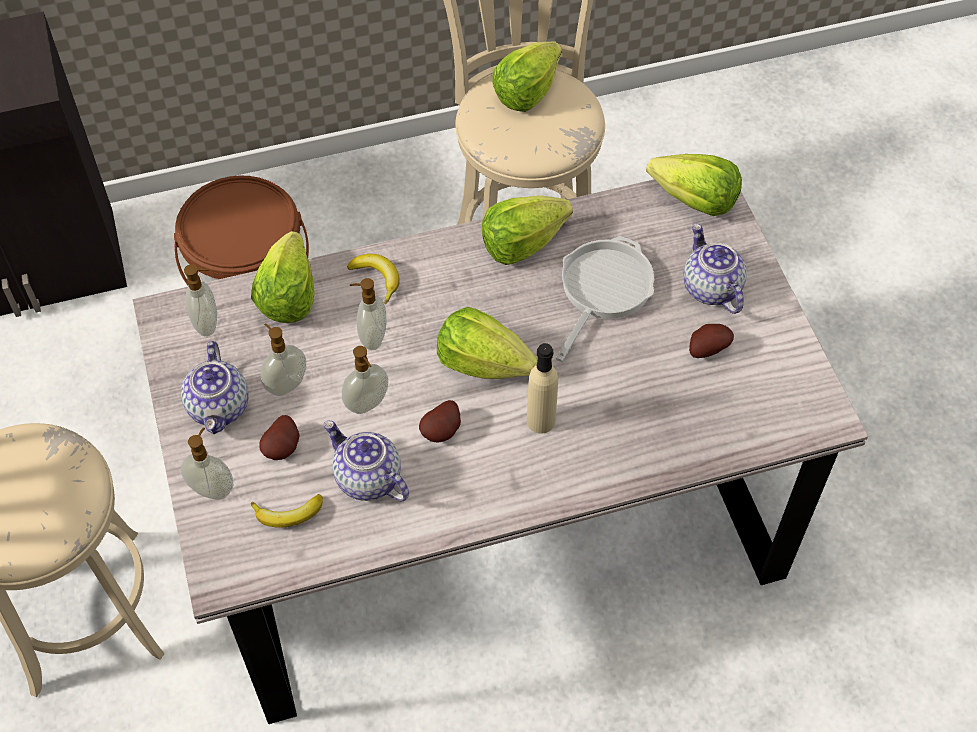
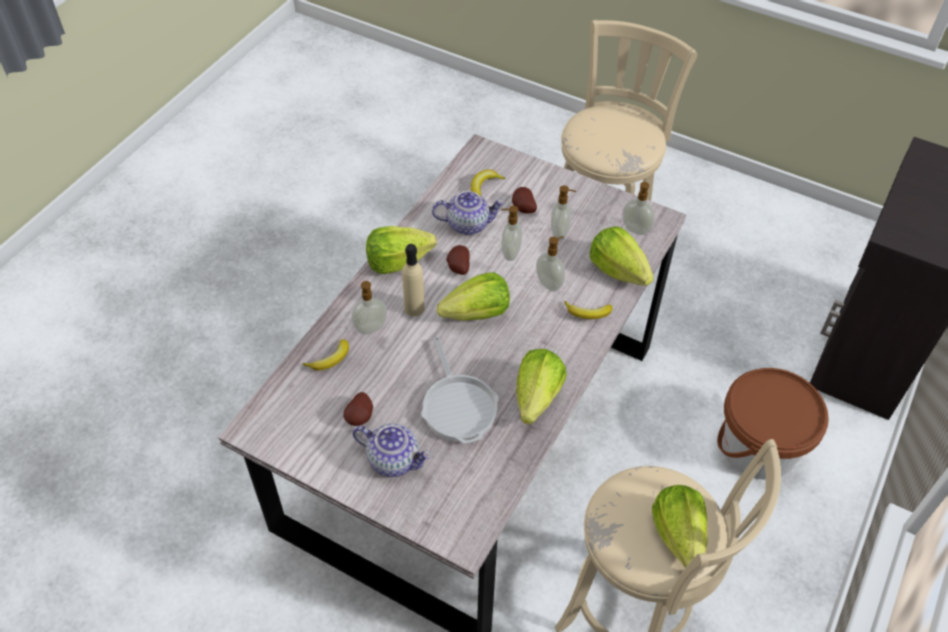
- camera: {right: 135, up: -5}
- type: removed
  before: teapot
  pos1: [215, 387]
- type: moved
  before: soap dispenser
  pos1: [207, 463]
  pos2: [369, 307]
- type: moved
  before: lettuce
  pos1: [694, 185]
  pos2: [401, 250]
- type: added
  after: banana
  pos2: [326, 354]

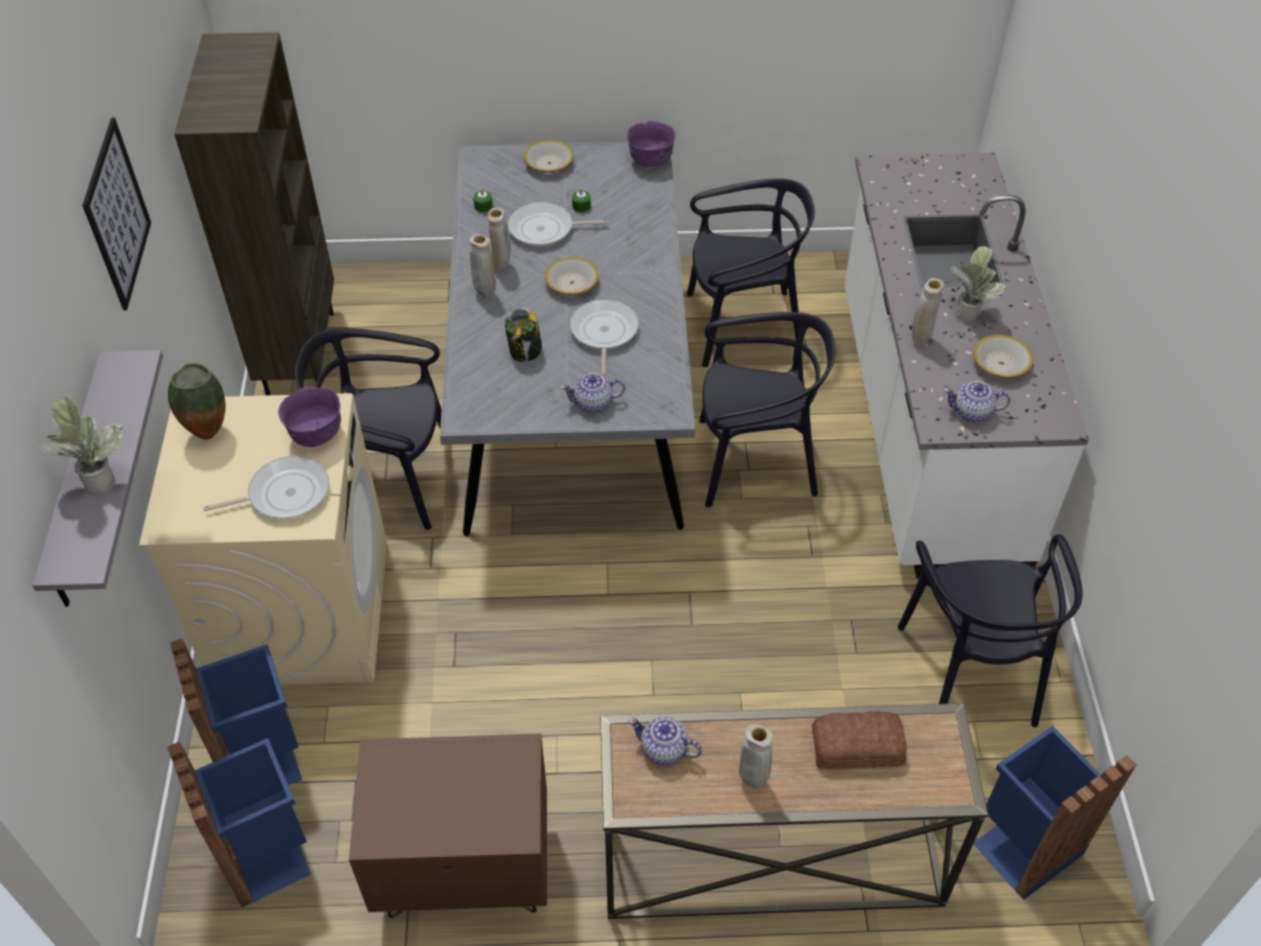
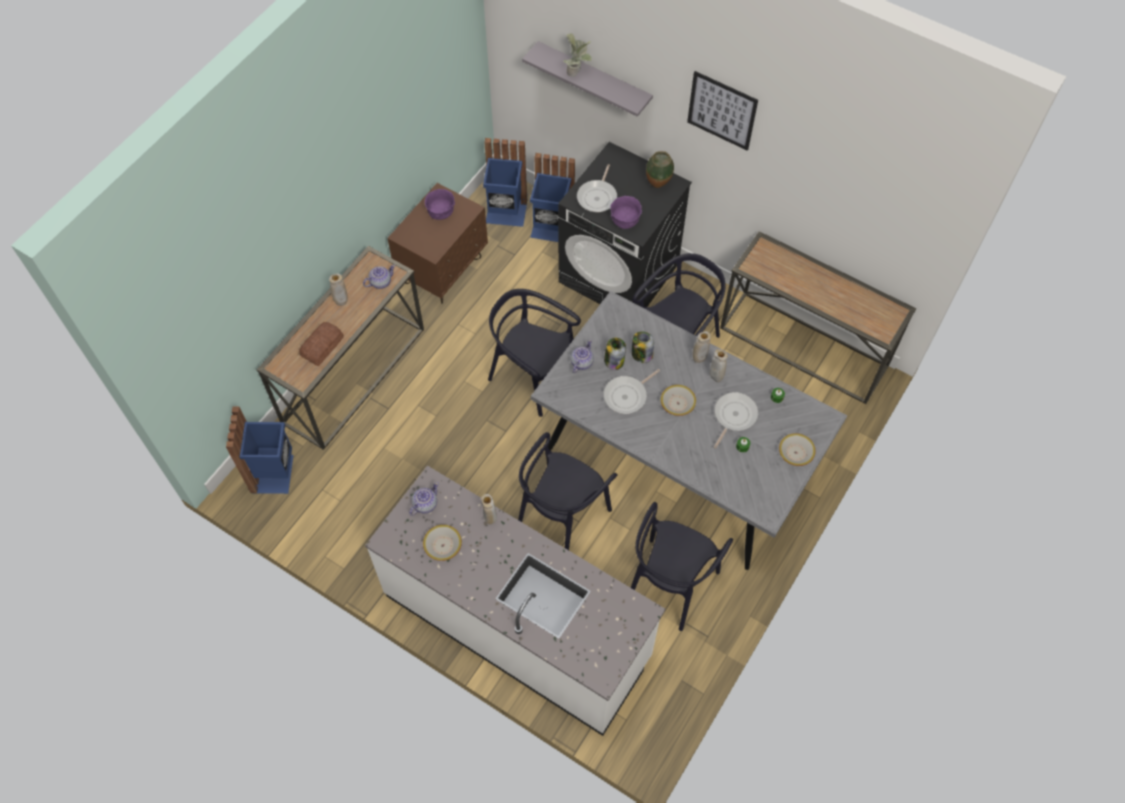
- camera: {right: 125, up: 10}
- type: recoloured
  before: beige washing machine
  after: black washing machine
  pos1: [263, 539]
  pos2: [625, 224]
- type: replaced
  before: brown bookcase
  after: console table
  pos1: [254, 214]
  pos2: [818, 317]
- type: turned
  before: frying pan
  pos1: [604, 338]
  pos2: [631, 391]
  turn: 105
- type: moved
  before: purple bowl
  pos1: [651, 144]
  pos2: [440, 204]
- type: moved
  before: black chair
  pos1: [990, 630]
  pos2: [534, 353]
- type: removed
  before: potted plant
  pos1: [978, 284]
- type: added
  after: jar
  pos2: [615, 354]

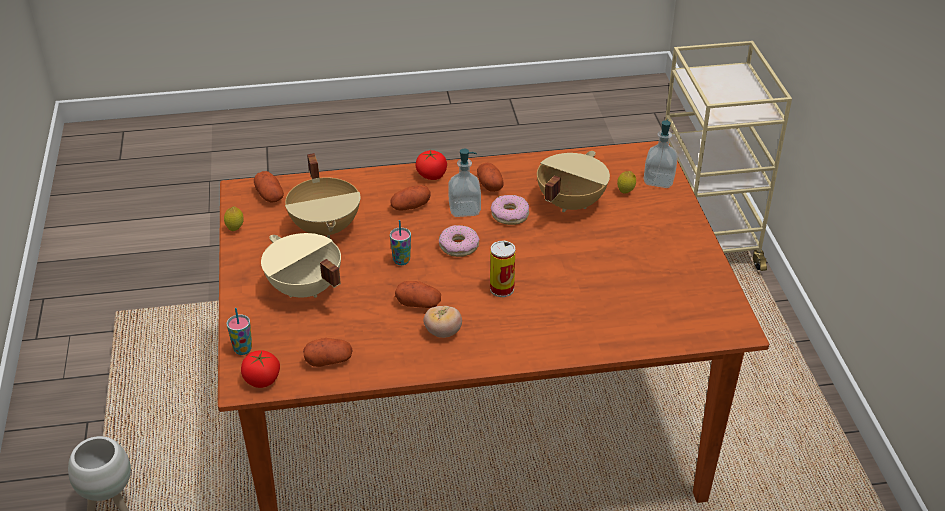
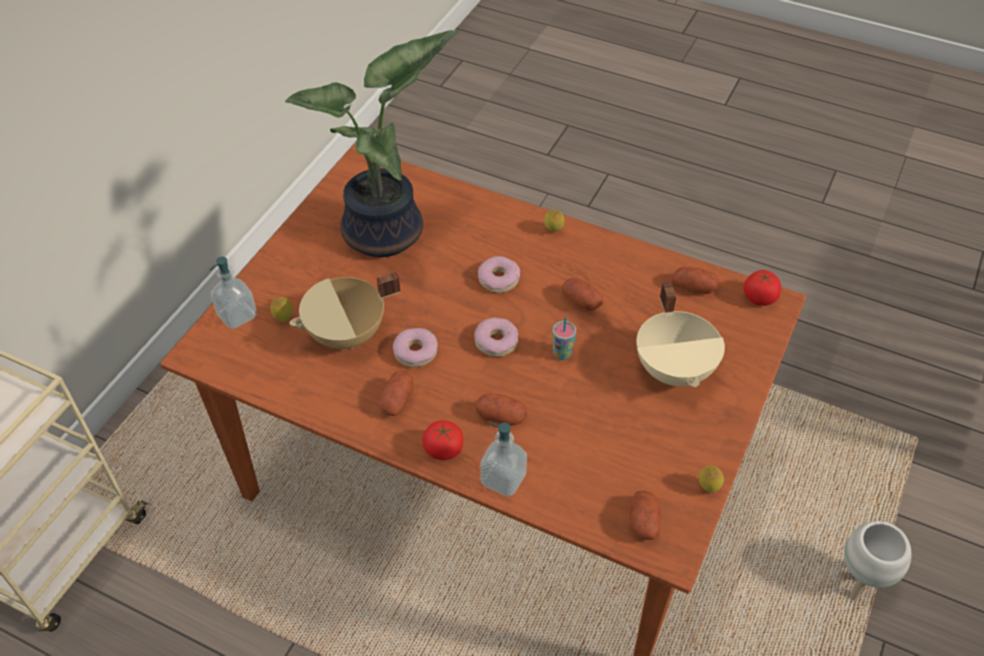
- camera: {right: -145, up: 10}
- type: removed
  before: cup
  pos1: [239, 331]
- type: removed
  before: beige cooking pot
  pos1: [323, 195]
- type: removed
  before: tomato
  pos1: [442, 322]
- type: moved
  before: soap dispenser
  pos1: [464, 183]
  pos2: [503, 459]
- type: replaced
  before: can
  after: donut
  pos1: [502, 269]
  pos2: [499, 274]
- type: added
  after: potted plant
  pos2: [372, 143]
- type: added
  after: lemon
  pos2: [554, 221]

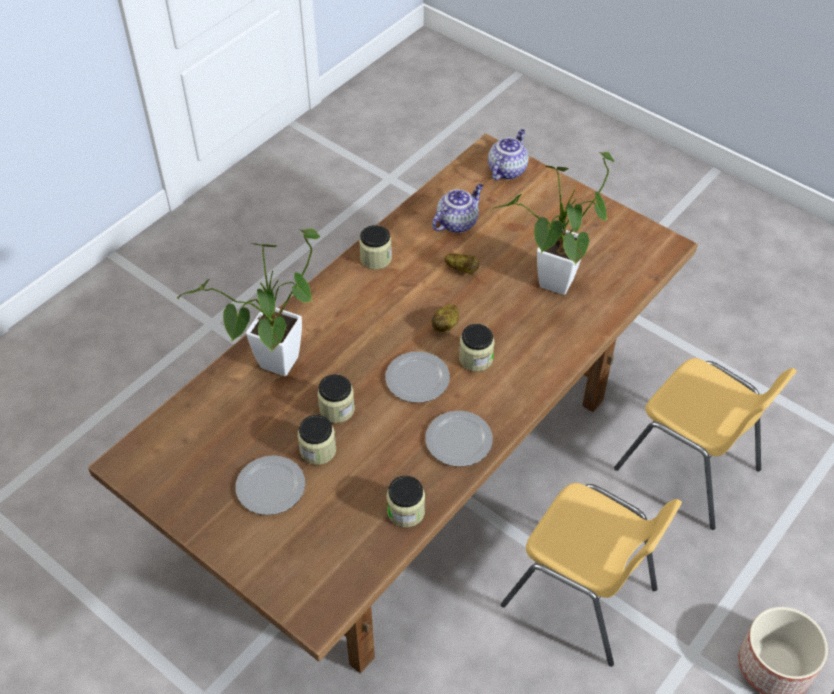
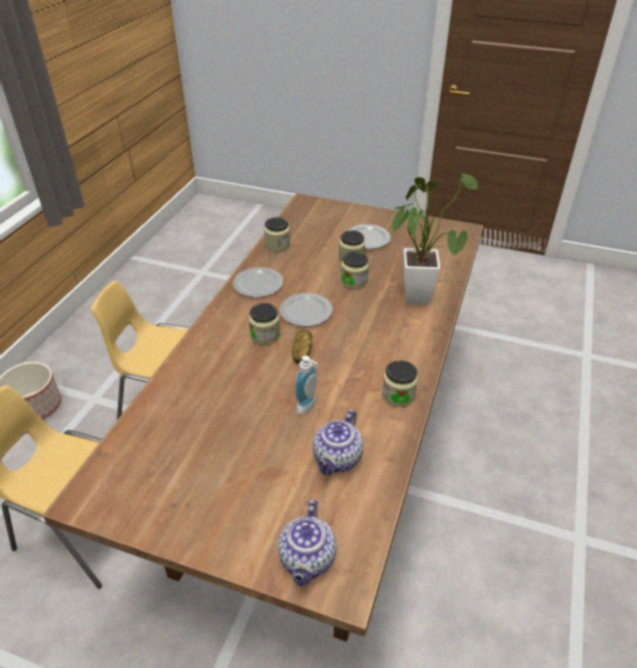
- camera: {right: 160, up: -10}
- type: replaced
  before: potato
  after: soap dispenser
  pos1: [462, 264]
  pos2: [306, 385]
- type: removed
  before: potted plant
  pos1: [551, 223]

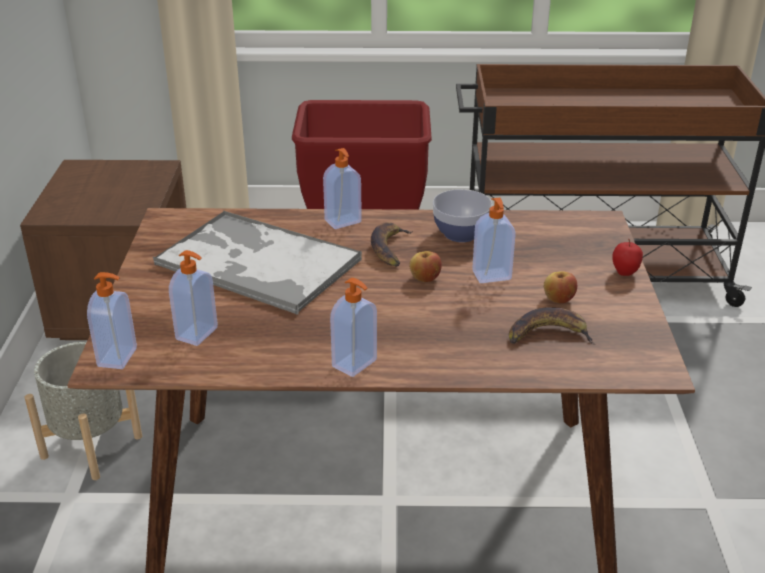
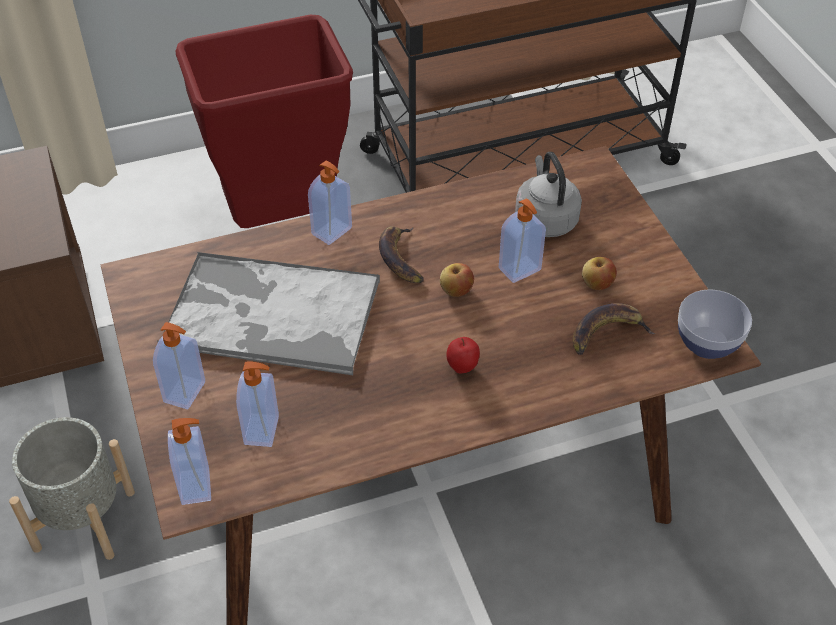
- camera: {right: -20, up: 15}
- type: moved
  before: soap dispenser
  pos1: [353, 327]
  pos2: [179, 366]
- type: moved
  before: bowl
  pos1: [462, 215]
  pos2: [715, 324]
- type: moved
  before: apple
  pos1: [627, 257]
  pos2: [463, 355]
- type: added
  after: grey kettle
  pos2: [548, 194]

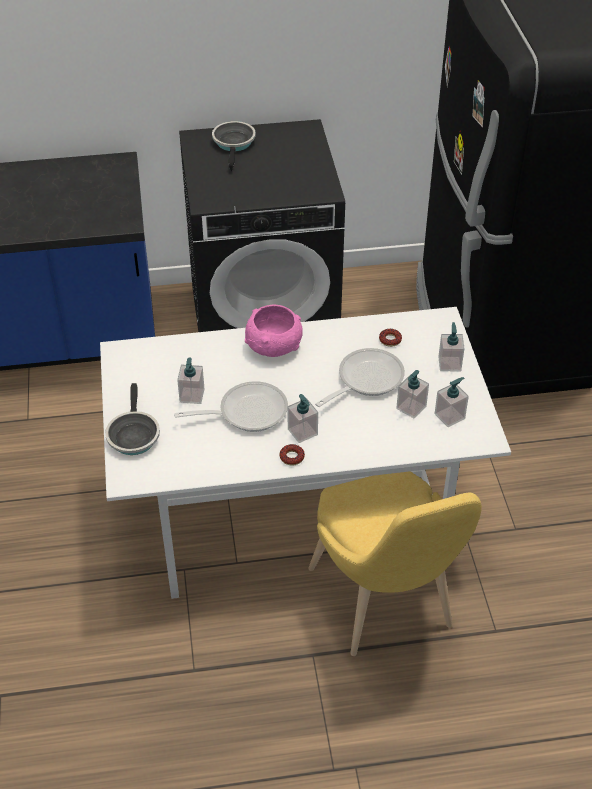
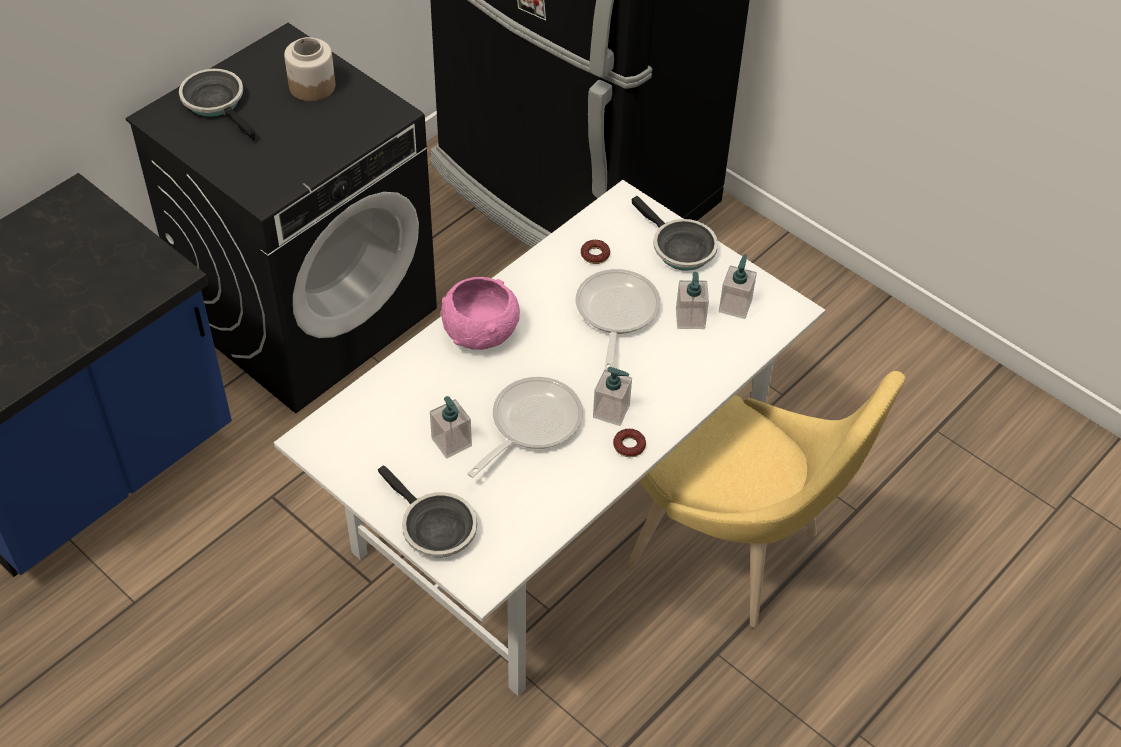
- camera: {right: -40, up: 5}
- type: replaced
  before: soap dispenser
  after: frying pan
  pos1: [451, 346]
  pos2: [675, 233]
- type: added
  after: jar
  pos2: [309, 69]

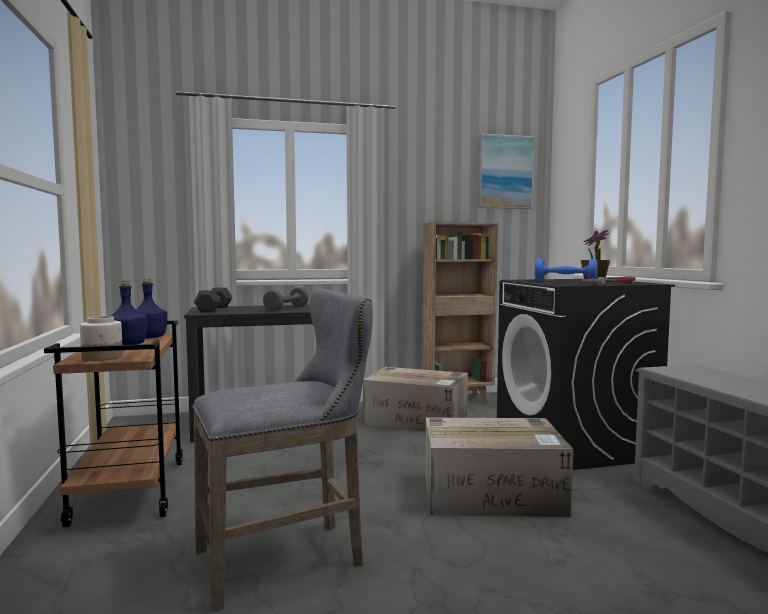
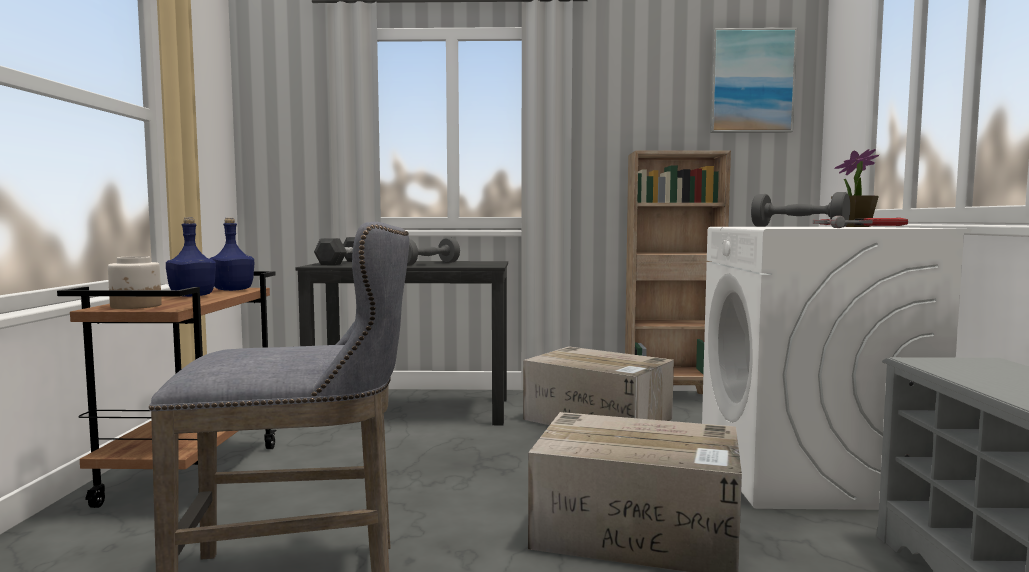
- camera: {right: 15, up: 0}
- type: recoloured
  before: black washing machine
  after: white washing machine
  pos1: [586, 374]
  pos2: [836, 368]
- type: recoloured
  before: blue dumbbell
  after: grey dumbbell
  pos1: [566, 270]
  pos2: [800, 209]

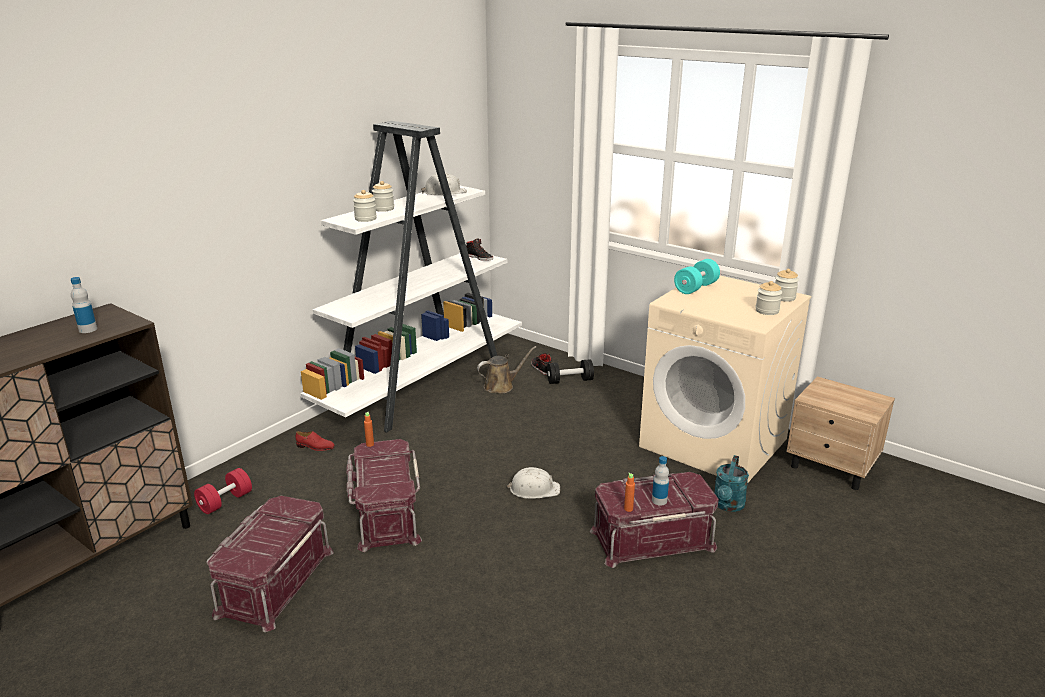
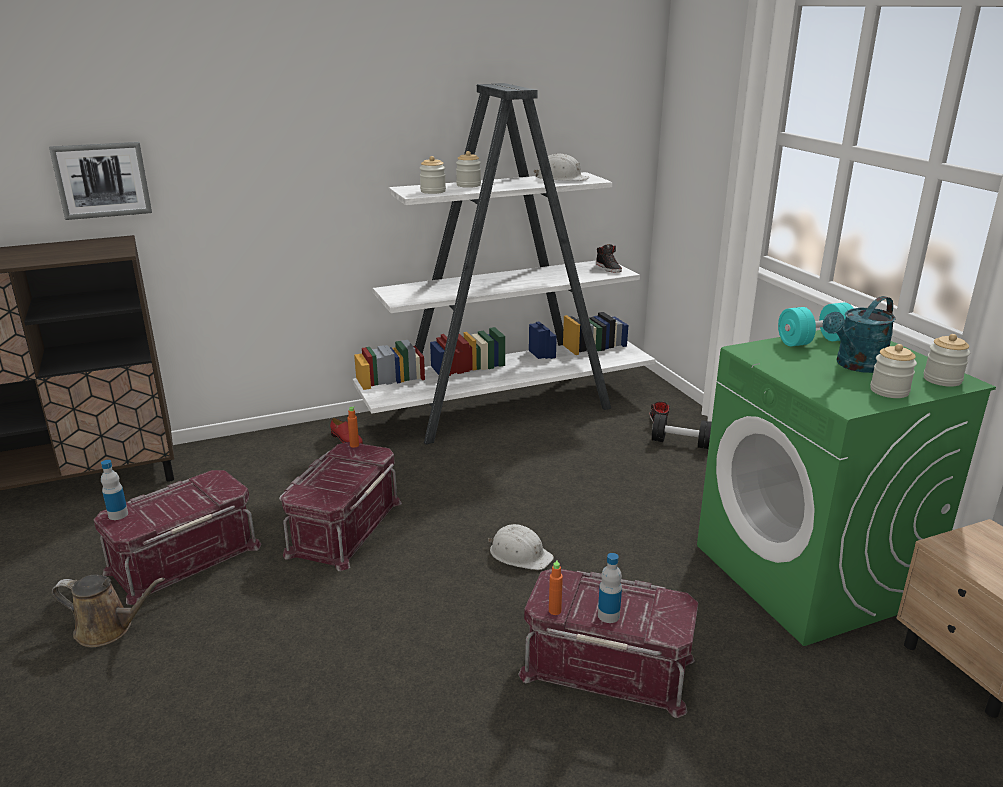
- camera: {right: 30, up: 0}
- type: moved
  before: bottle
  pos1: [84, 305]
  pos2: [114, 490]
- type: removed
  before: red dumbbell
  pos1: [223, 491]
- type: moved
  before: brown watering can
  pos1: [507, 370]
  pos2: [108, 611]
- type: recoloured
  before: beige washing machine
  after: green washing machine
  pos1: [725, 379]
  pos2: [846, 488]
- type: moved
  before: turquoise watering can
  pos1: [731, 483]
  pos2: [859, 334]
- type: added
  after: picture
  pos2: [100, 181]

